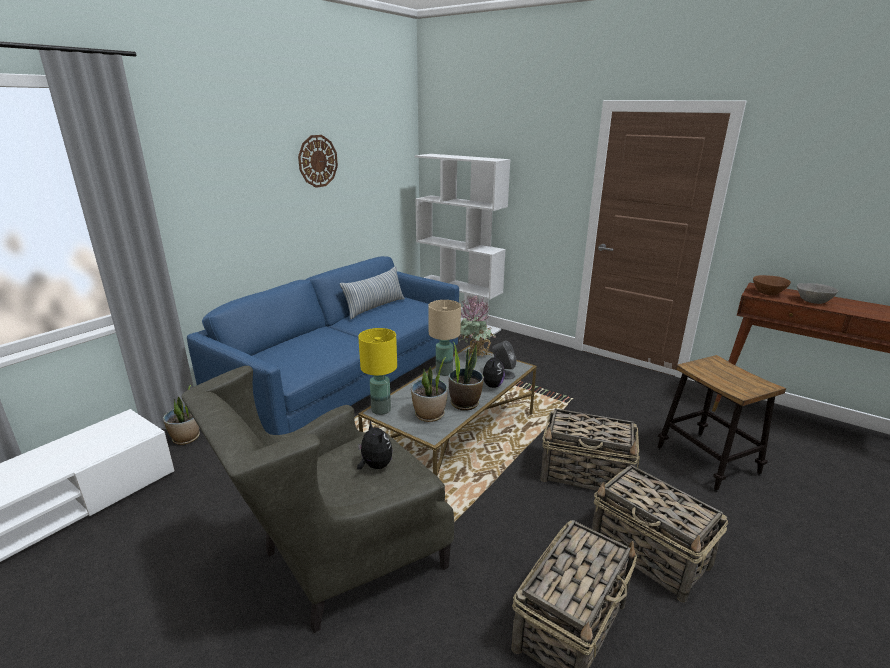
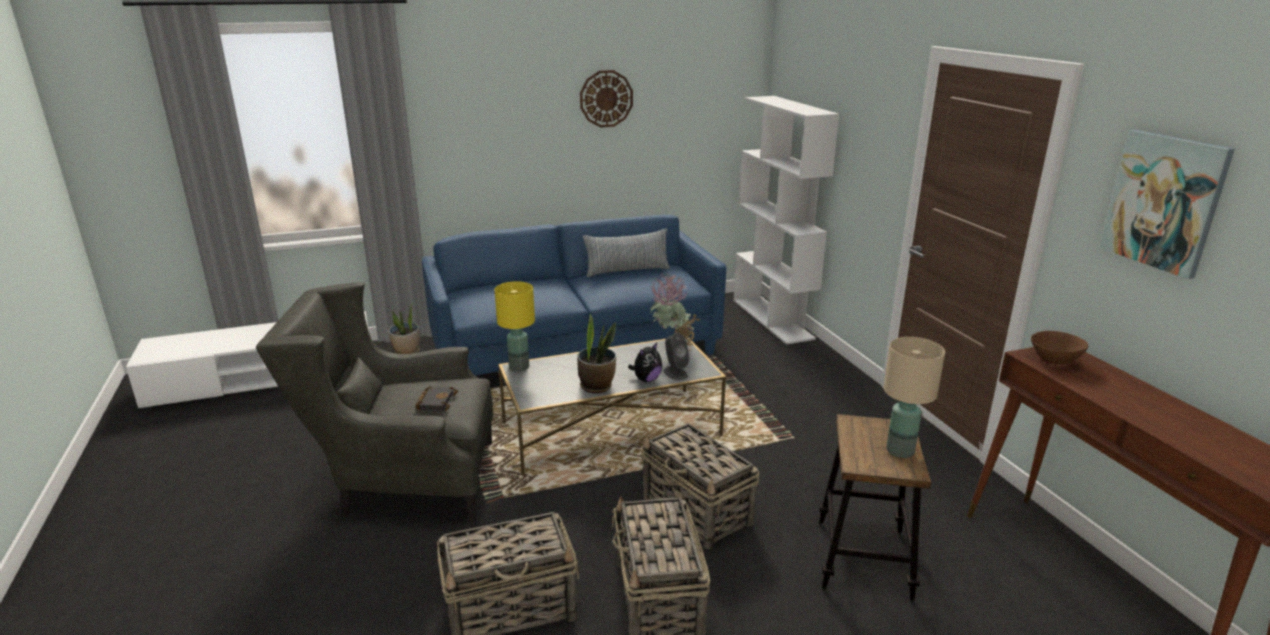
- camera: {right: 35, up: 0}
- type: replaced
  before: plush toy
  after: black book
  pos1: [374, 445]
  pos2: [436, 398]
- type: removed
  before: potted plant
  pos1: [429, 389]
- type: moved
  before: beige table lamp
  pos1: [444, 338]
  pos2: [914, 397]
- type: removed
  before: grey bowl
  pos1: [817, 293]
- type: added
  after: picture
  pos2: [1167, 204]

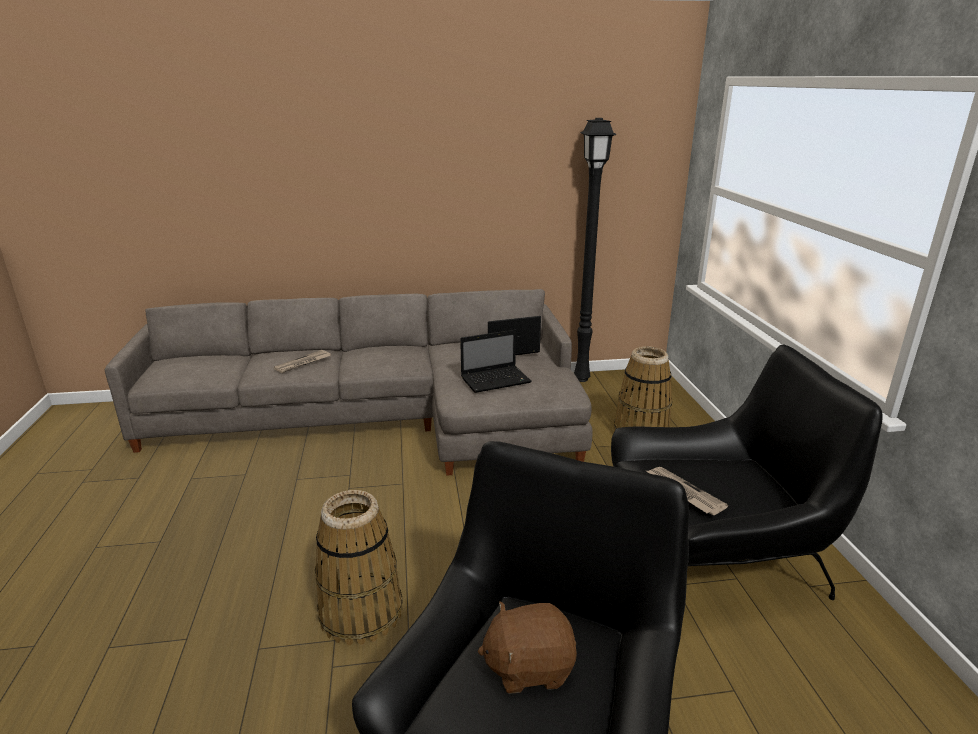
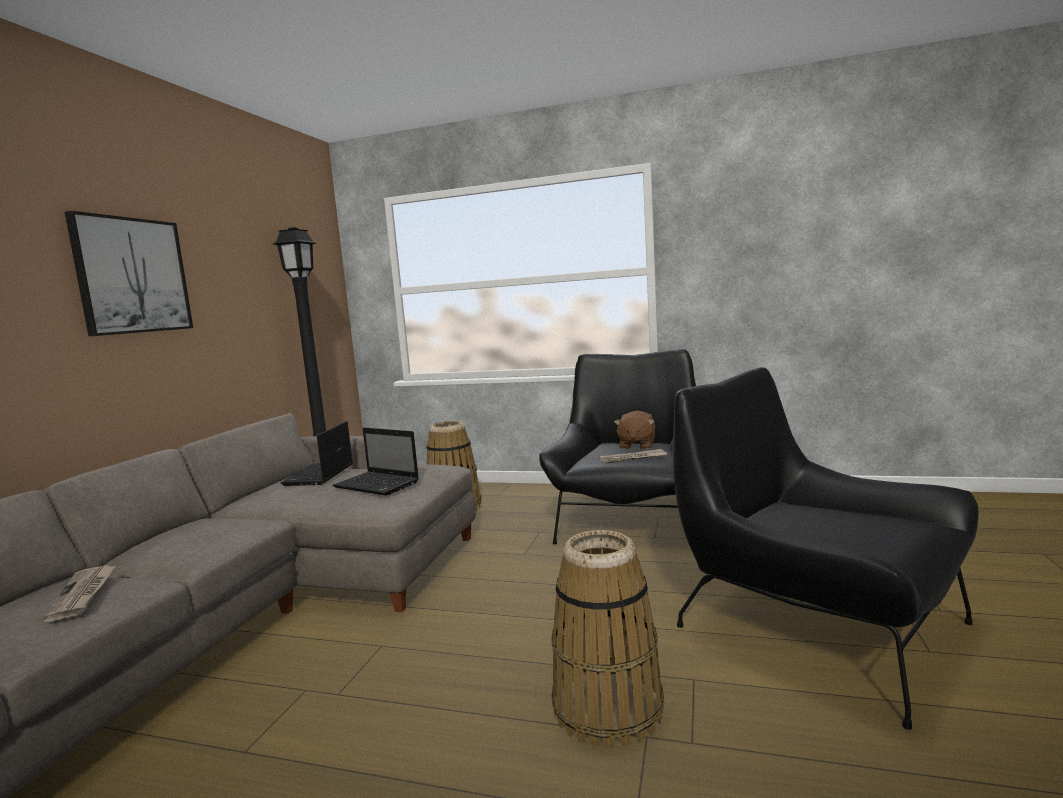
- camera: {right: -65, up: -15}
- type: turned
  before: laptop
  pos1: [496, 361]
  pos2: [376, 461]
  turn: 120
- type: moved
  before: brown plush toy
  pos1: [527, 647]
  pos2: [634, 430]
- type: added
  after: picture
  pos2: [129, 273]

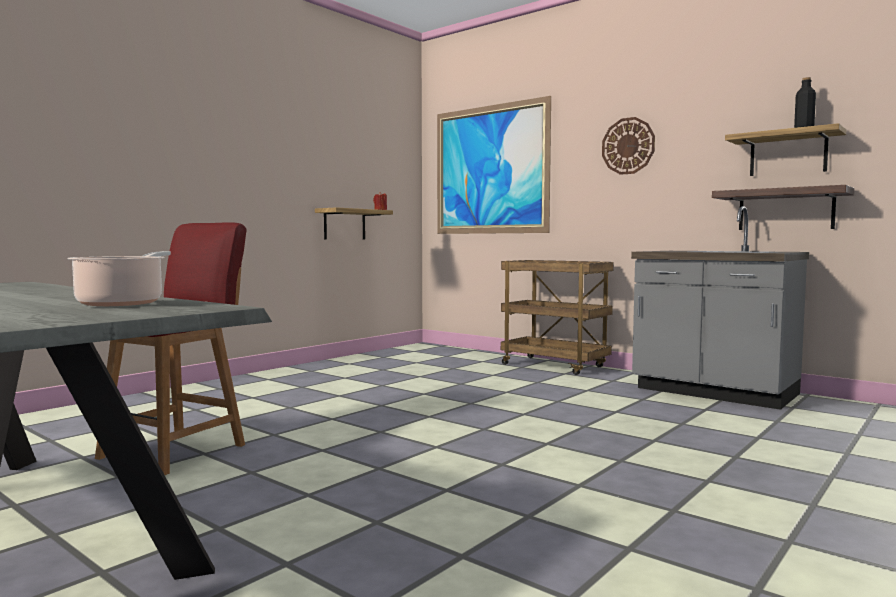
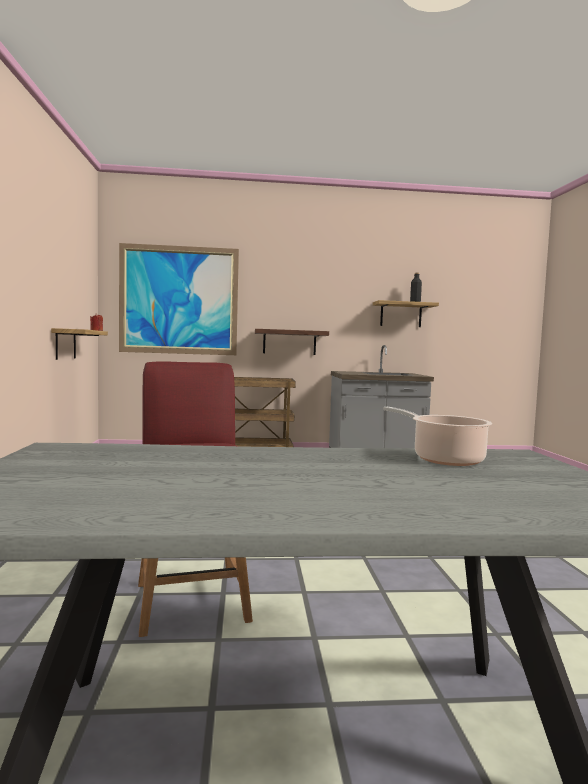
- camera: {right: -45, up: 0}
- type: removed
  before: wall clock
  pos1: [628, 146]
- type: moved
  before: shelf
  pos1: [783, 207]
  pos2: [292, 342]

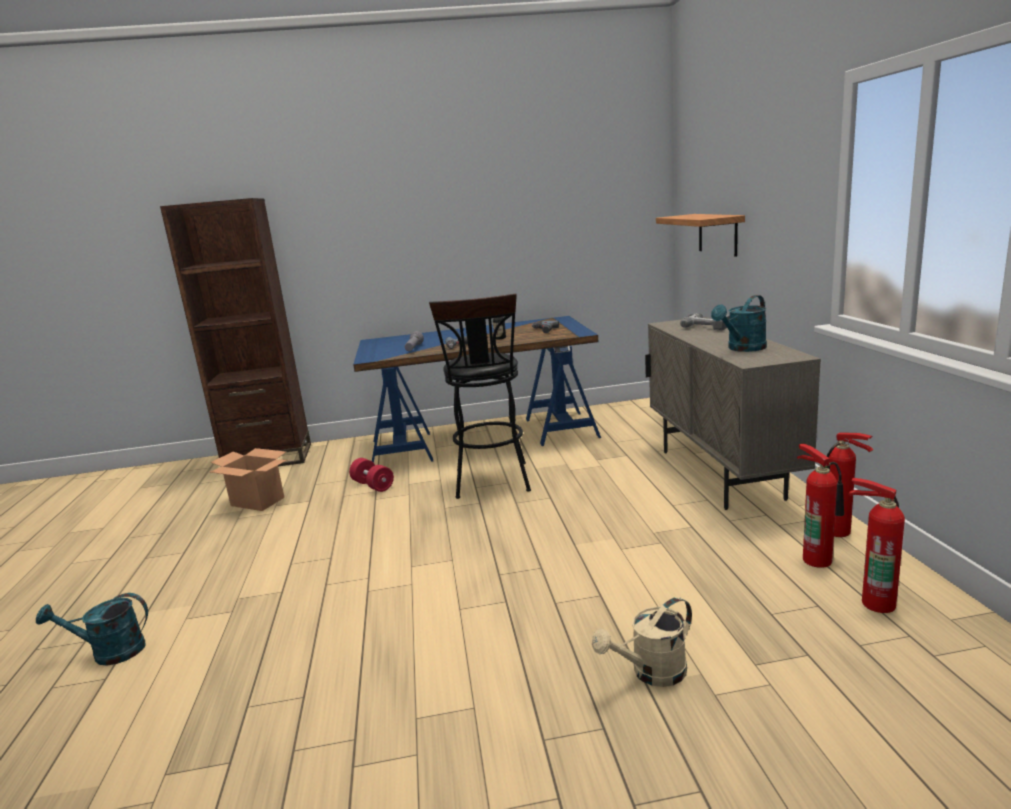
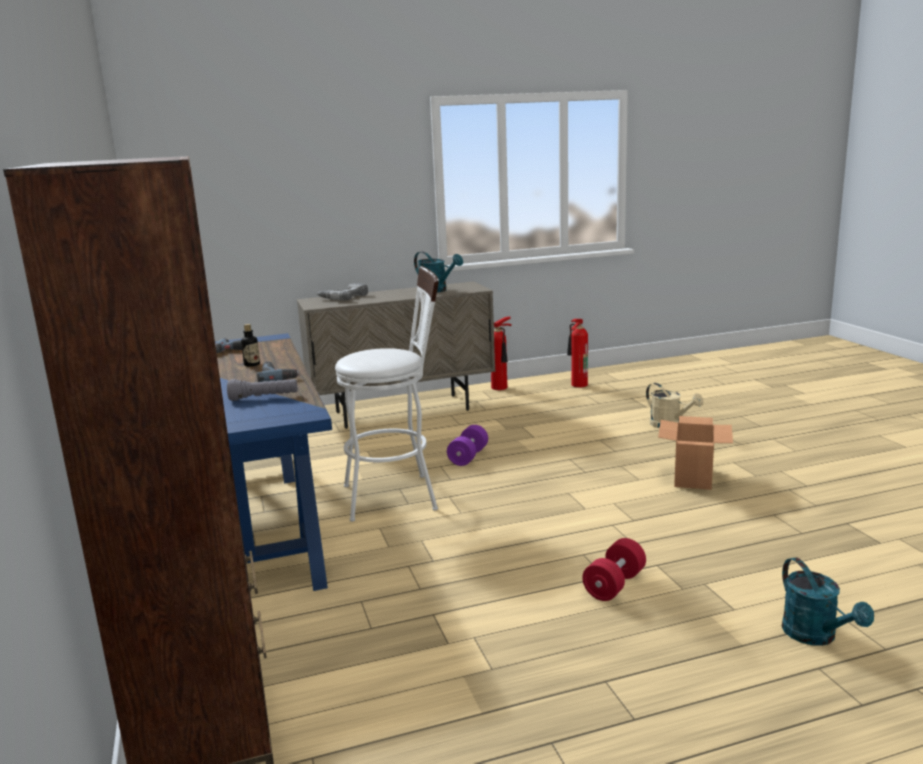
- camera: {right: -100, up: 0}
- type: moved
  before: cardboard box
  pos1: [248, 479]
  pos2: [695, 453]
- type: moved
  before: red dumbbell
  pos1: [371, 475]
  pos2: [614, 569]
- type: recoloured
  before: black stool
  after: white stool
  pos1: [480, 396]
  pos2: [387, 394]
- type: removed
  before: shelf
  pos1: [700, 235]
- type: removed
  before: fire extinguisher
  pos1: [820, 505]
- type: added
  after: purple dumbbell
  pos2: [467, 445]

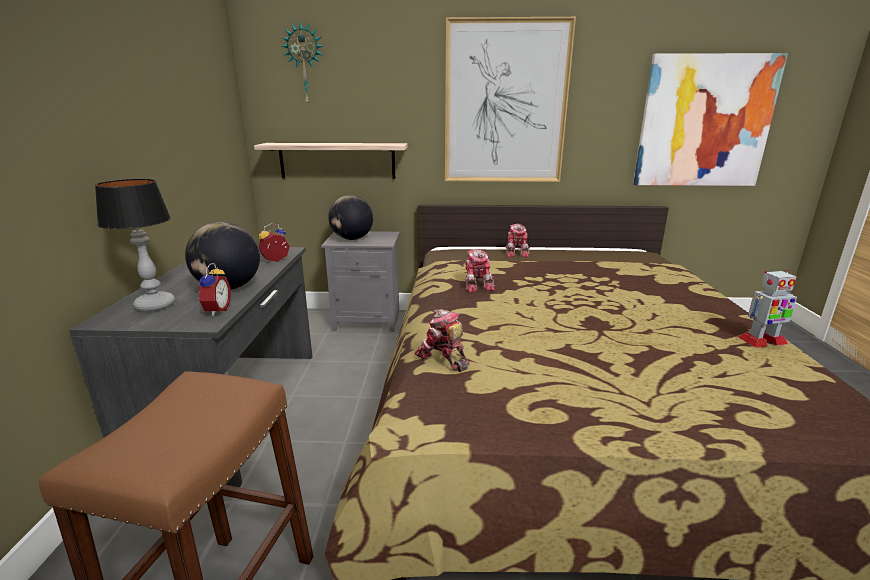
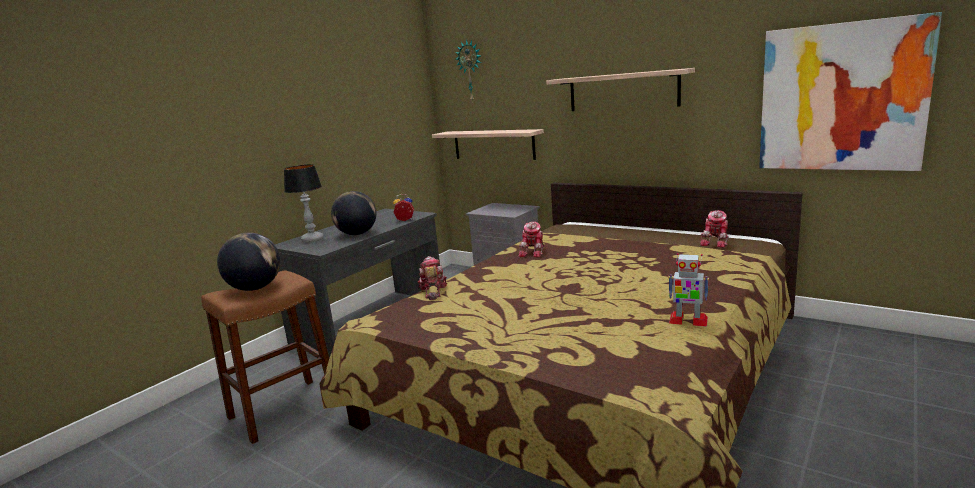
- camera: {right: 35, up: -5}
- type: removed
  before: alarm clock
  pos1: [214, 289]
- type: moved
  before: globe
  pos1: [350, 217]
  pos2: [248, 262]
- type: replaced
  before: picture
  after: shelf
  pos1: [510, 99]
  pos2: [620, 89]
- type: moved
  before: toy robot
  pos1: [518, 240]
  pos2: [714, 229]

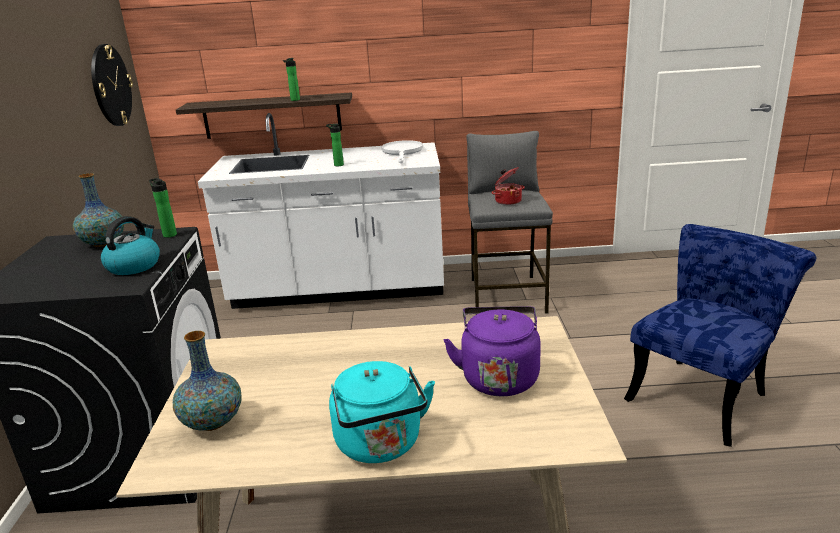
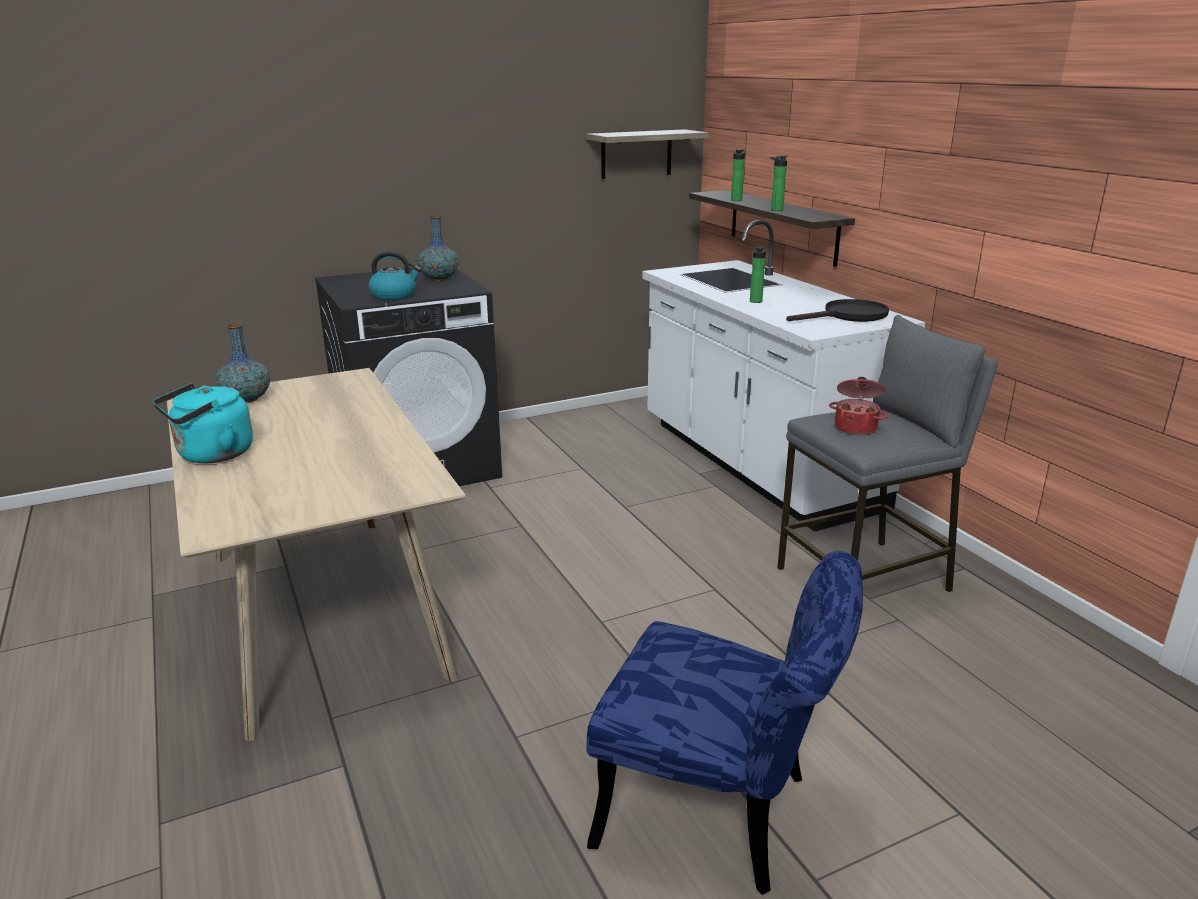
- camera: {right: 65, up: 0}
- type: replaced
  before: wall clock
  after: shelf
  pos1: [112, 85]
  pos2: [647, 154]
- type: moved
  before: bottle
  pos1: [163, 208]
  pos2: [738, 175]
- type: recoloured
  before: white frying pan
  after: black frying pan
  pos1: [402, 151]
  pos2: [837, 310]
- type: removed
  before: purple kettle
  pos1: [492, 351]

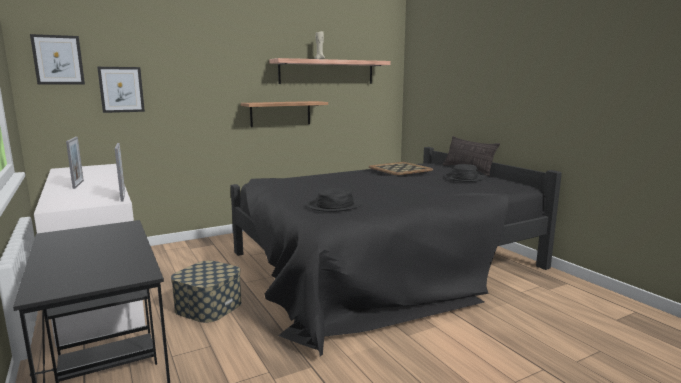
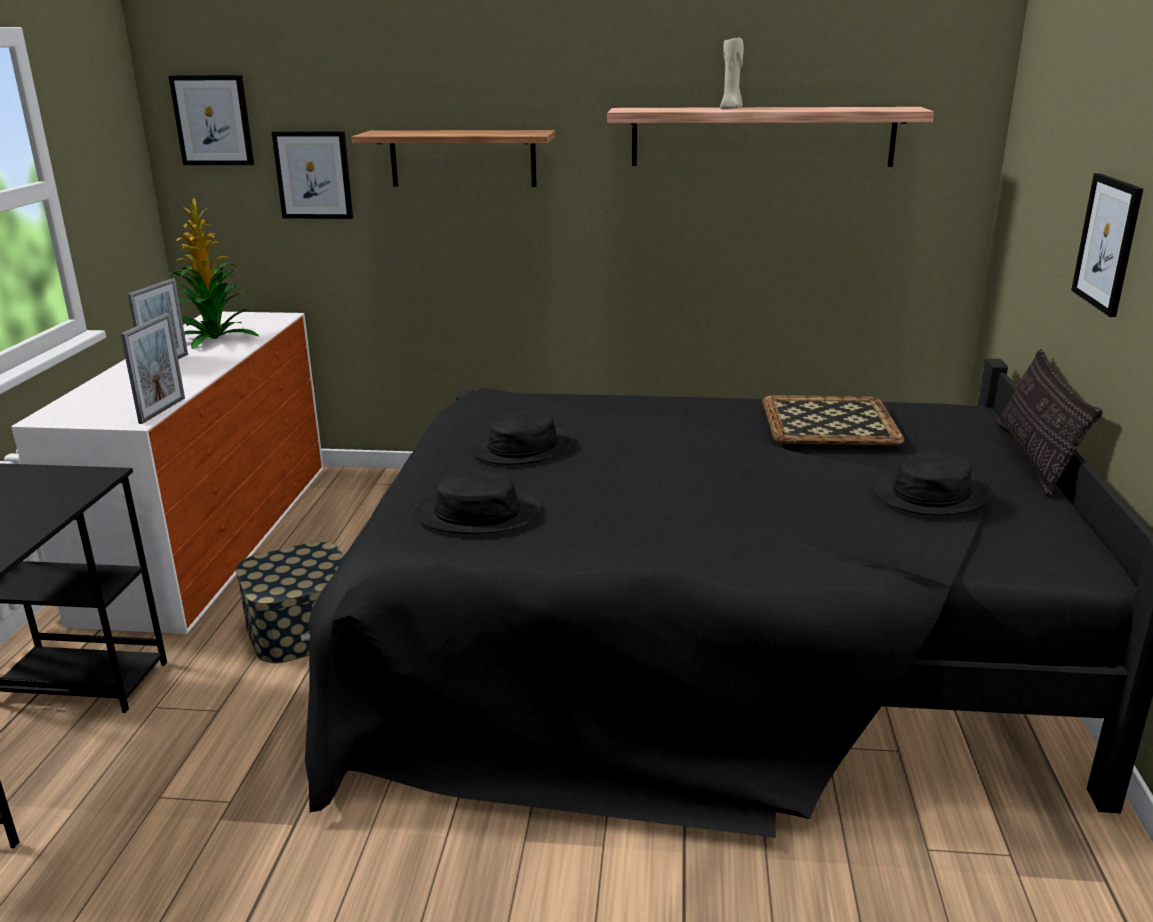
- camera: {right: 35, up: 10}
- type: moved
  before: shelf
  pos1: [284, 114]
  pos2: [454, 158]
- type: added
  after: potted plant
  pos2: [214, 273]
- type: added
  after: black hat
  pos2: [522, 437]
- type: added
  after: picture
  pos2: [1107, 245]

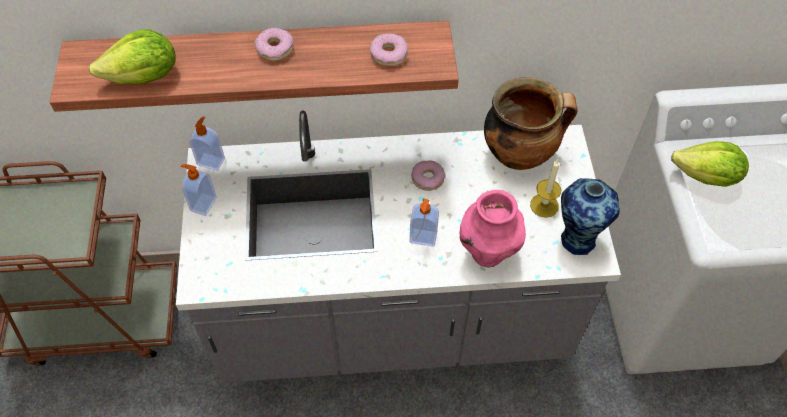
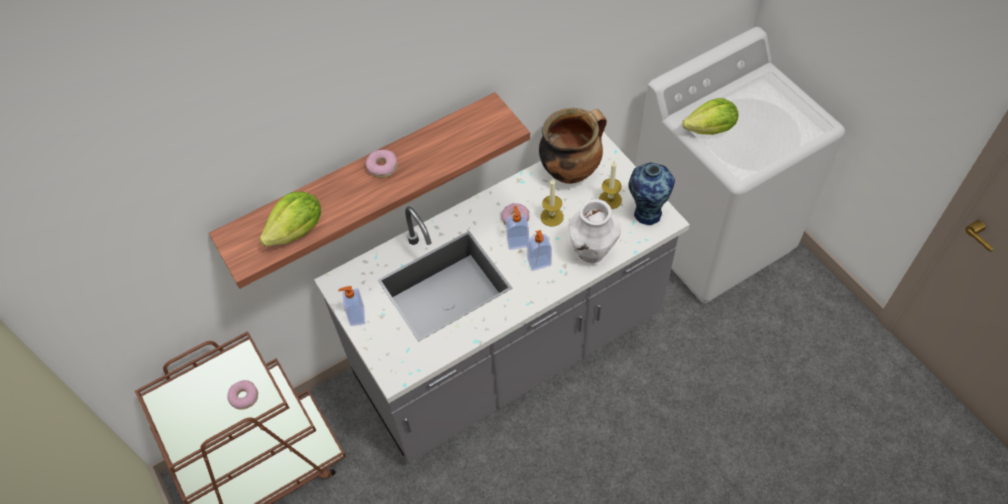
- camera: {right: -25, up: 0}
- type: moved
  before: soap dispenser
  pos1: [207, 143]
  pos2: [517, 228]
- type: moved
  before: donut
  pos1: [389, 50]
  pos2: [242, 394]
- type: recoloured
  before: pink vase
  after: white vase
  pos1: [493, 229]
  pos2: [595, 231]
- type: added
  after: candle
  pos2: [552, 203]

